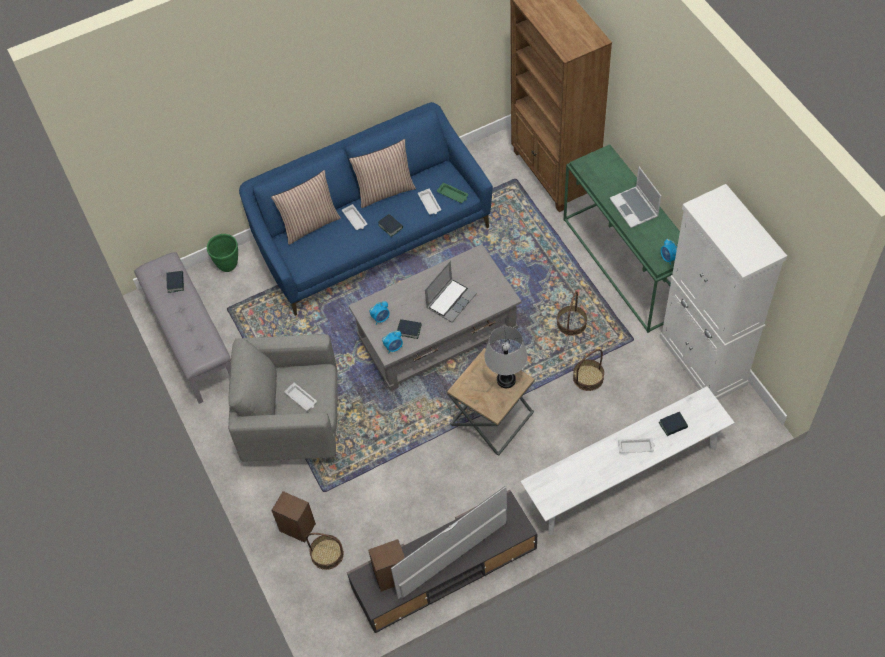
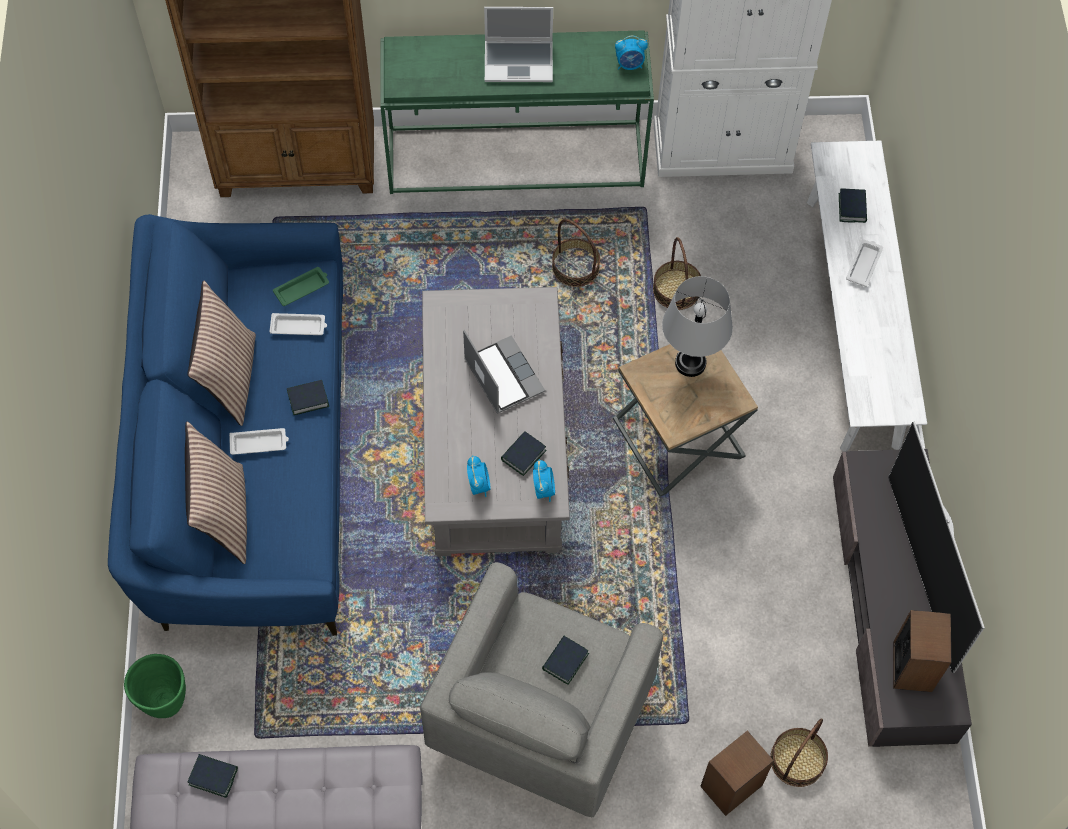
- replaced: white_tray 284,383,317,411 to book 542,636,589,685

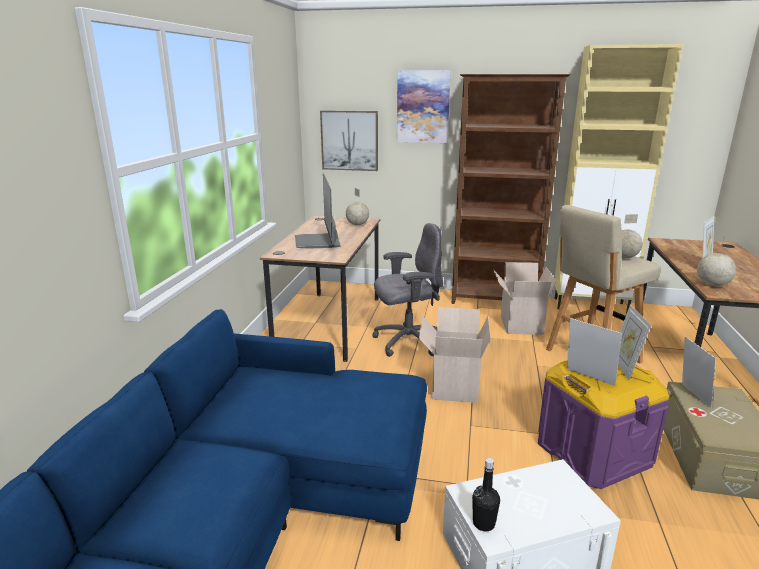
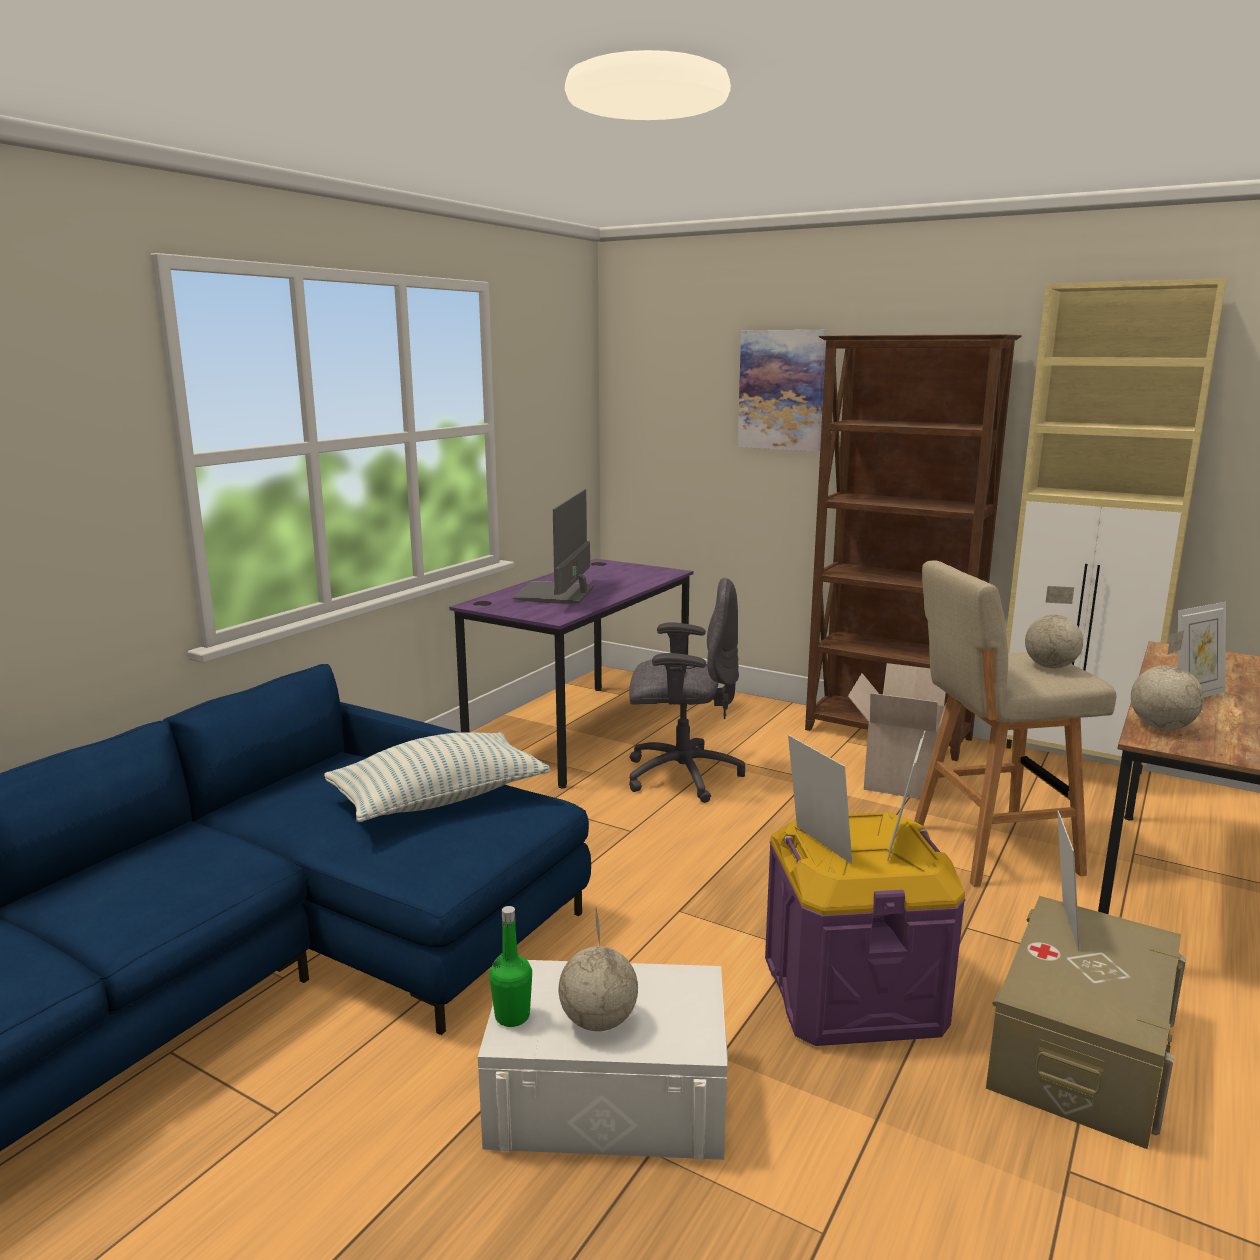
- removed: picture 320,110,378,171
- removed: cardboard_box 419,307,491,403
- added: pillow 324,732,550,822
- moved: globe 346,188,369,225 to 558,909,638,1031
- recoloured: brown_desk 260,216,380,362 to purple_desk 449,559,694,788
- recoloured: black_bottle 472,458,500,531 to green_bottle 489,906,532,1027

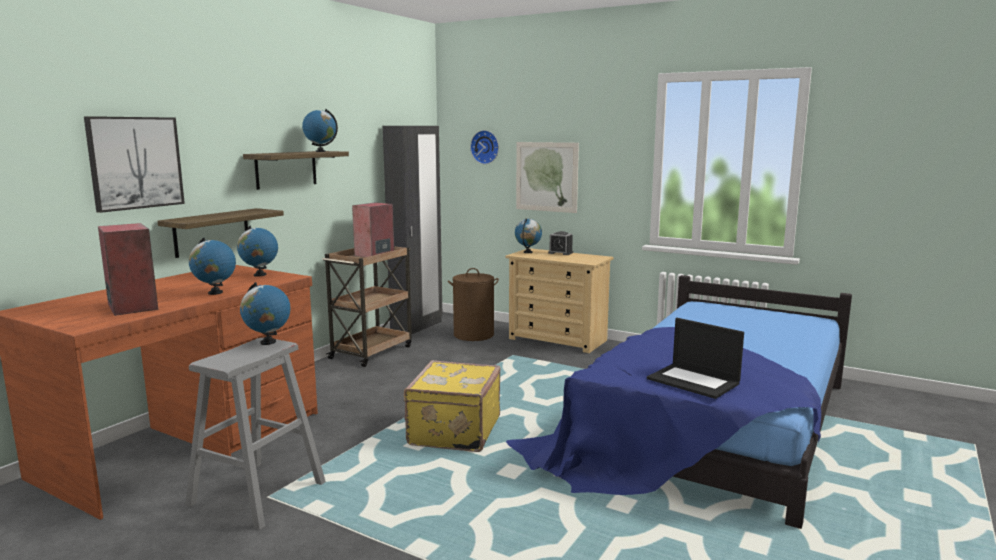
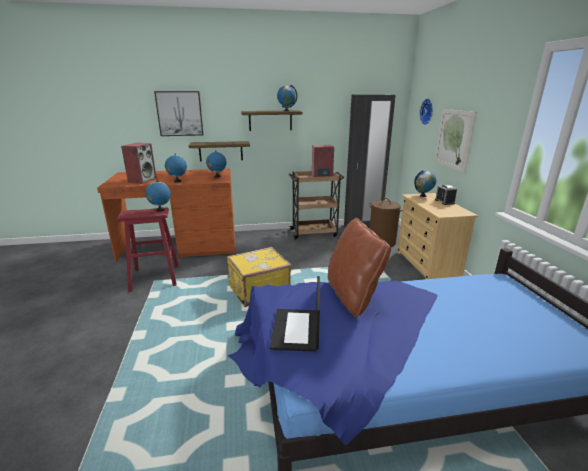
- added: brown_pillow 328,218,391,317
- recoloured: grey_stool 185,338,326,530 to red_stool 117,207,179,292

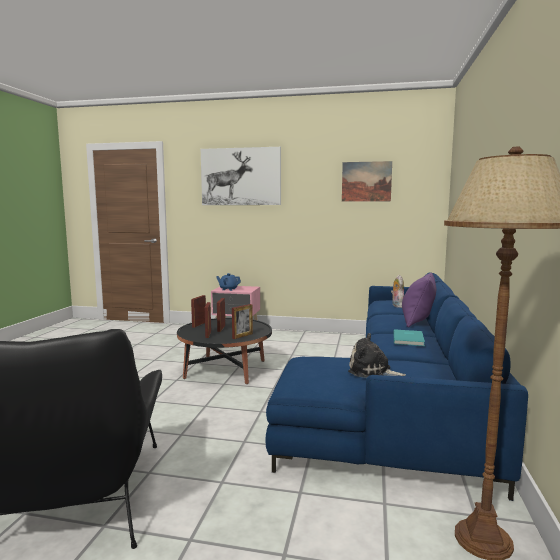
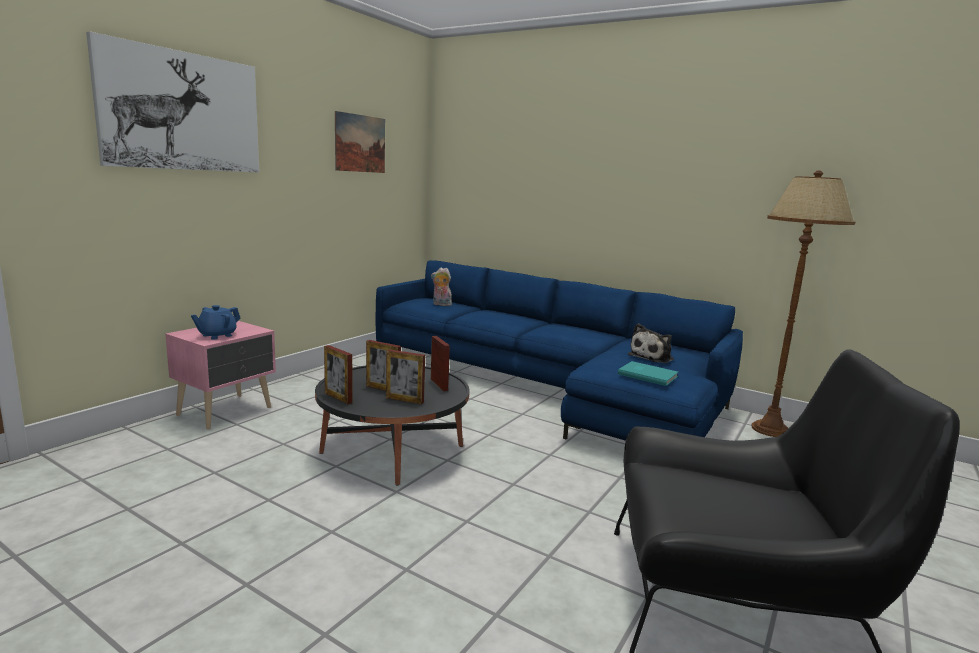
- removed: purple_pillow 402,272,436,327
- moved: turquoise_book 393,329,425,346 to 618,361,678,386

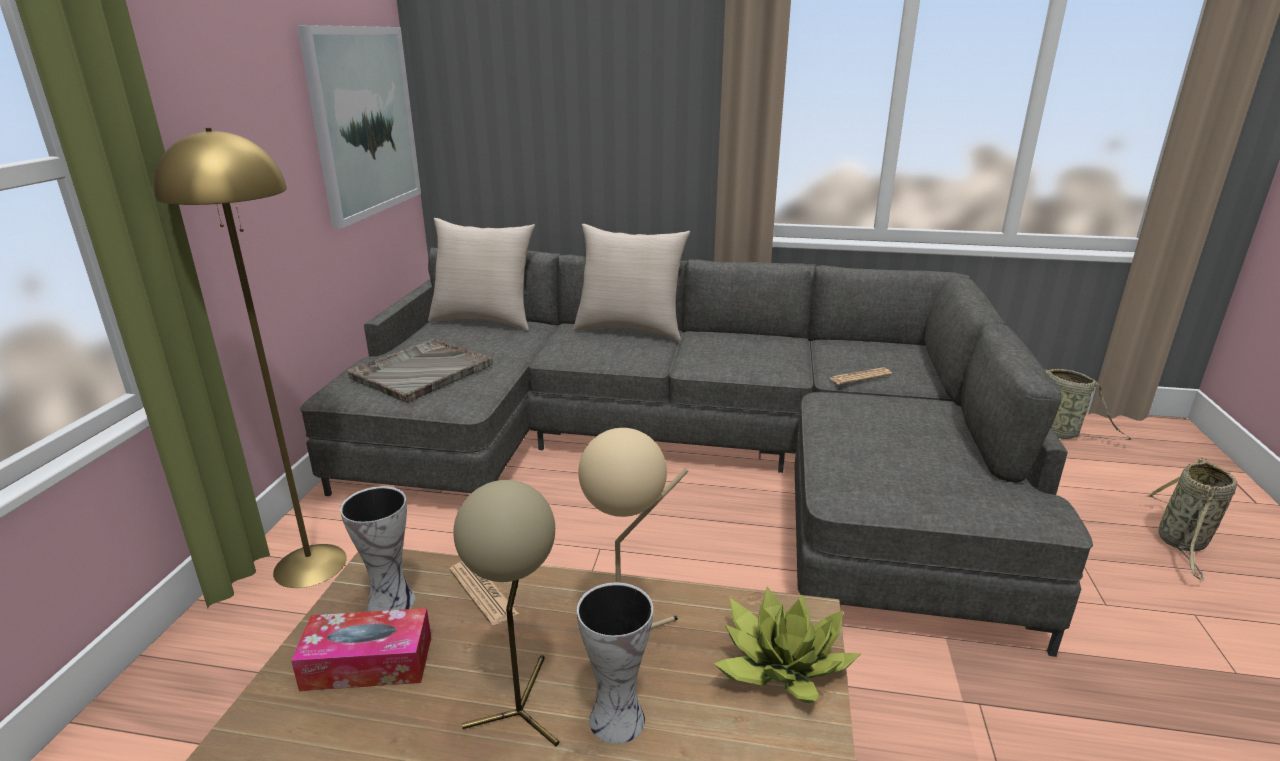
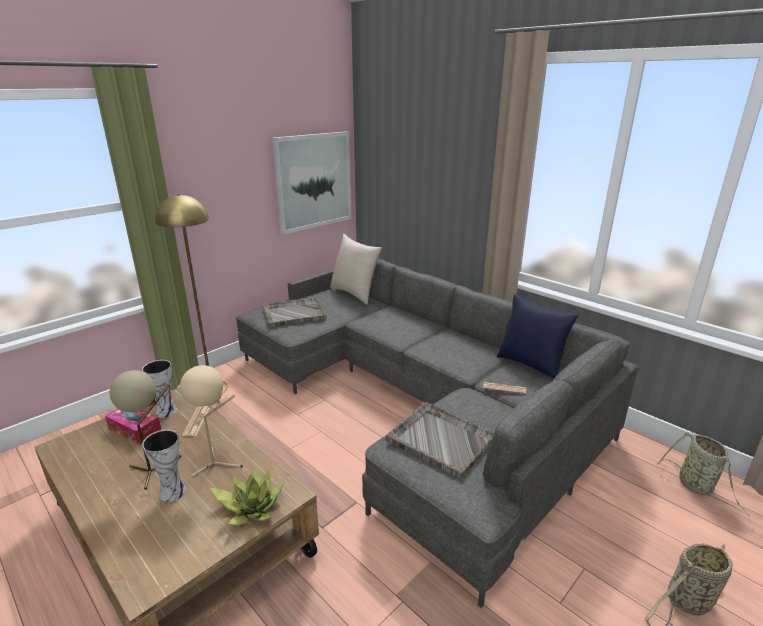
- removed: beige_pillow 573,224,690,341
- added: grey_tray 386,402,494,478
- added: blue_pillow 497,294,579,378

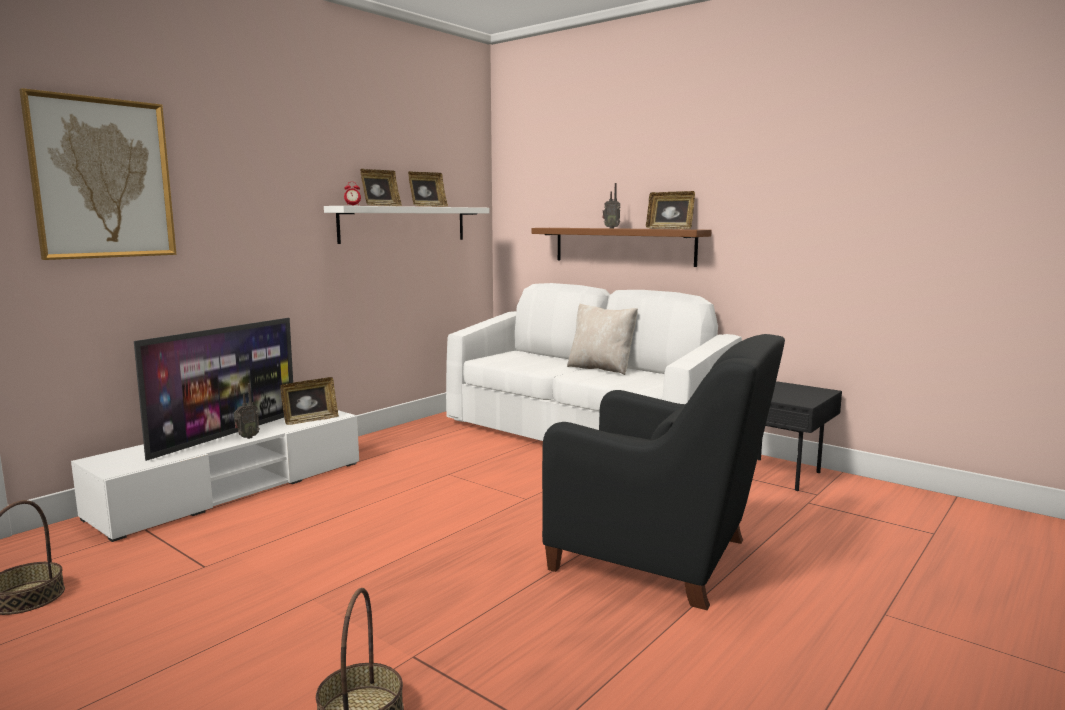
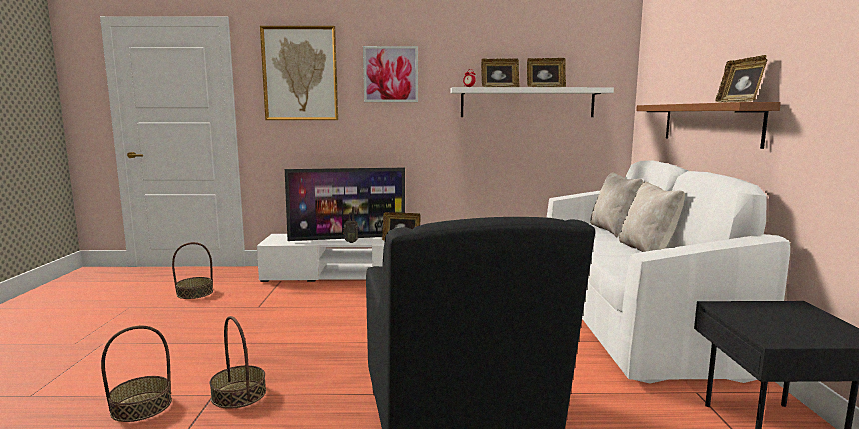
- removed: radio 603,183,620,229
- added: basket 209,316,266,409
- added: picture 363,46,418,102
- added: beige_pillow 590,172,643,237

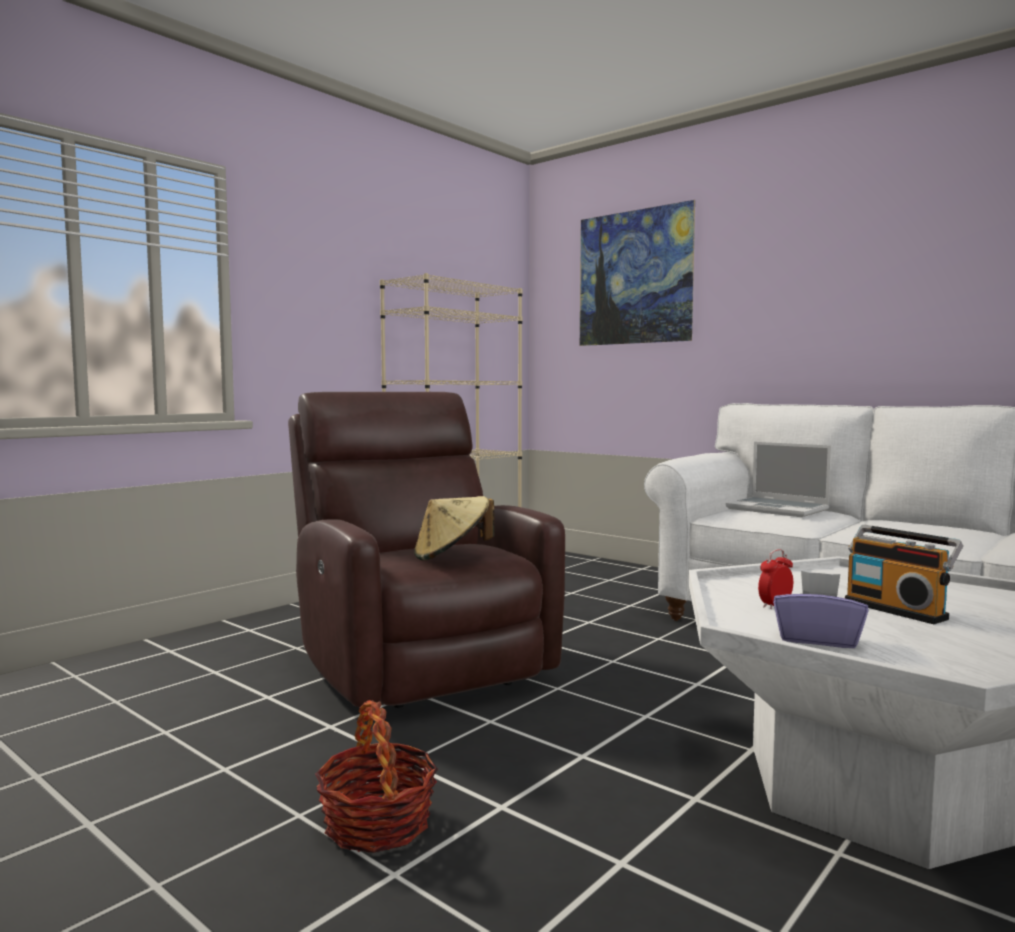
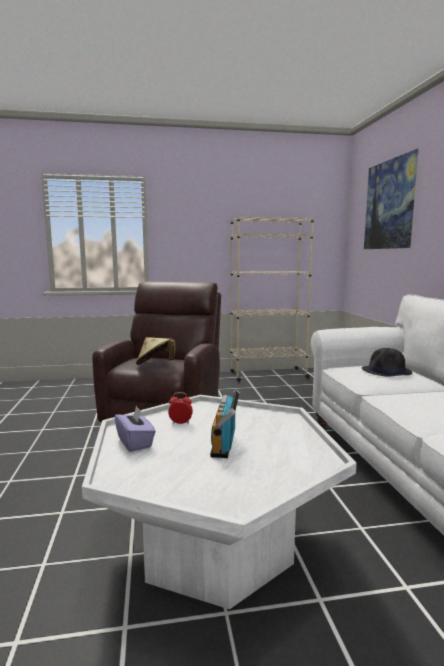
- removed: basket 315,700,438,853
- replaced: laptop 726,442,831,517 to black_hat 362,348,412,376

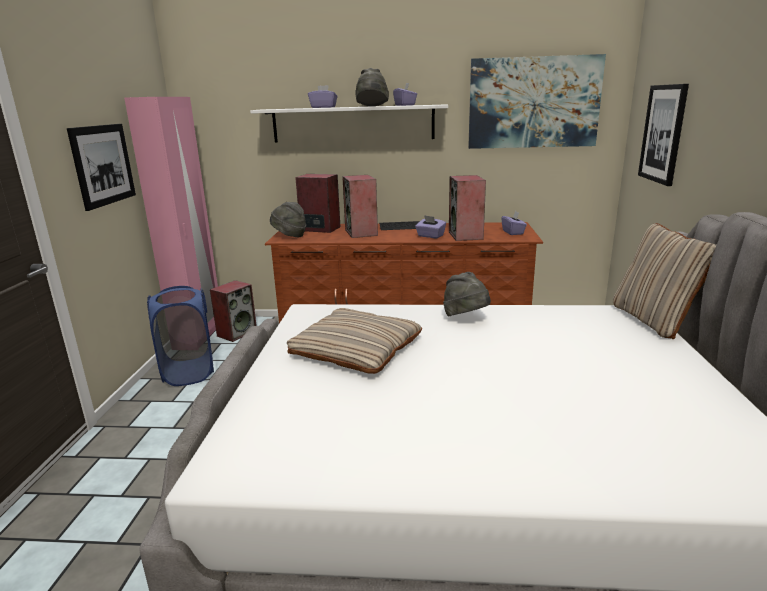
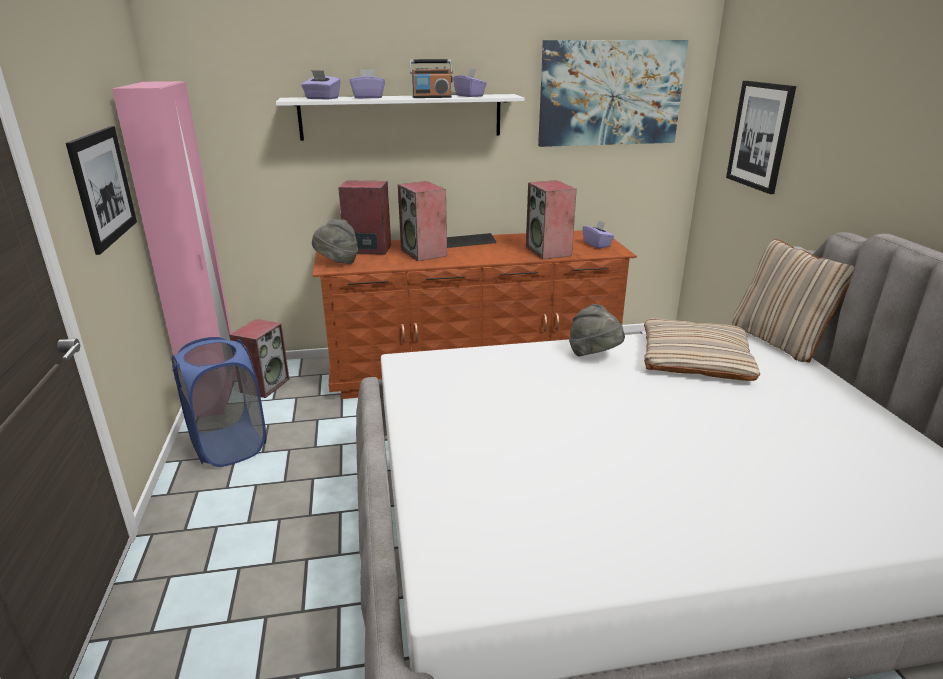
- moved: beige_pillow 287,308,422,374 to 644,318,760,381
- moved: purple_tissue_box 415,215,446,238 to 301,70,341,100
- replaced: grey_hat 355,68,389,106 to radio 410,59,453,98

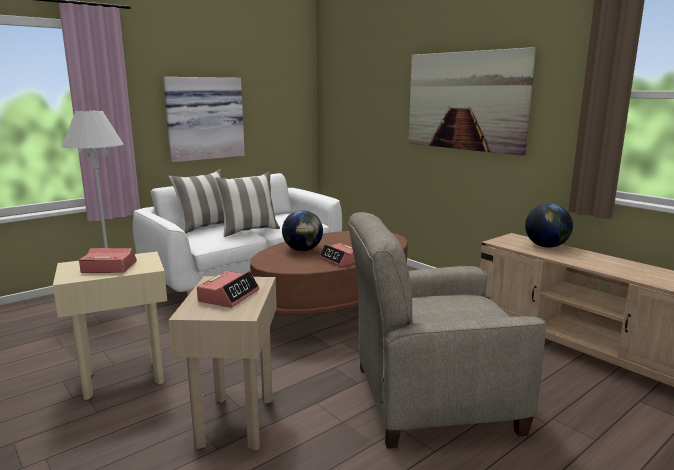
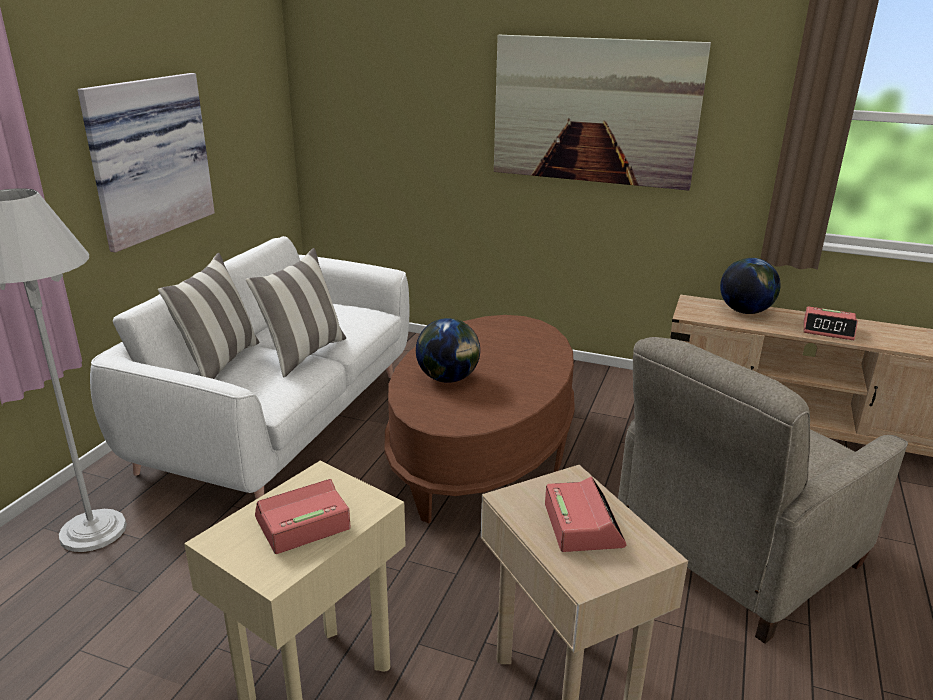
- moved: alarm_clock 319,243,355,267 to 804,306,858,340

